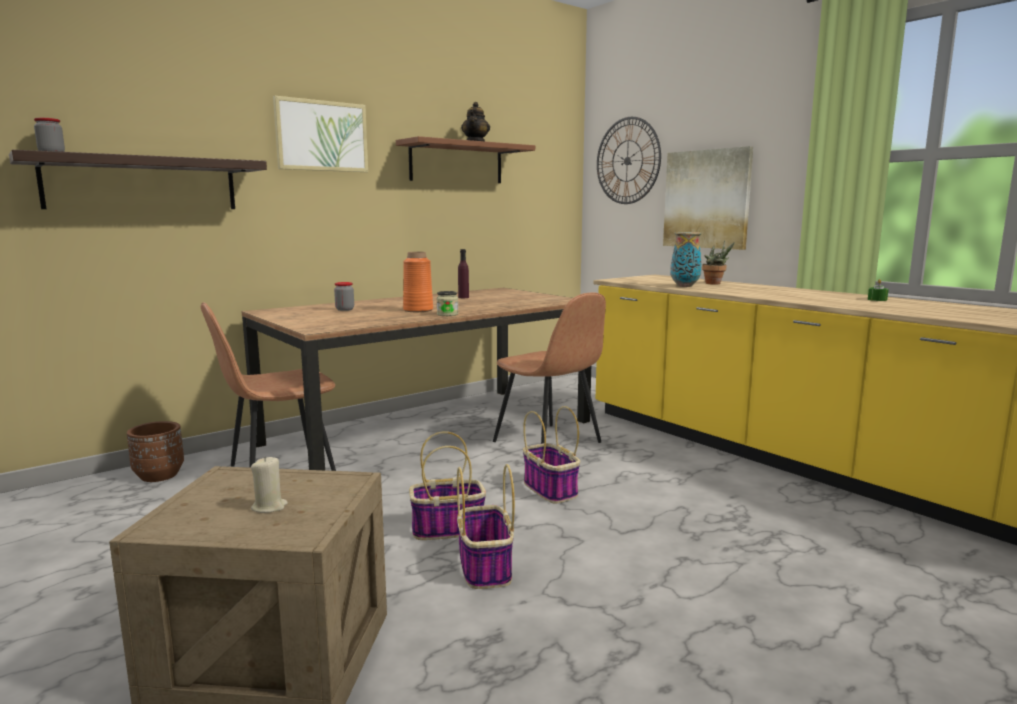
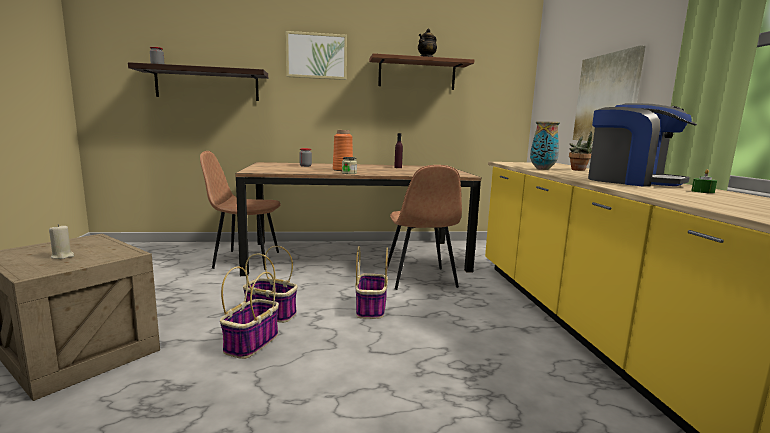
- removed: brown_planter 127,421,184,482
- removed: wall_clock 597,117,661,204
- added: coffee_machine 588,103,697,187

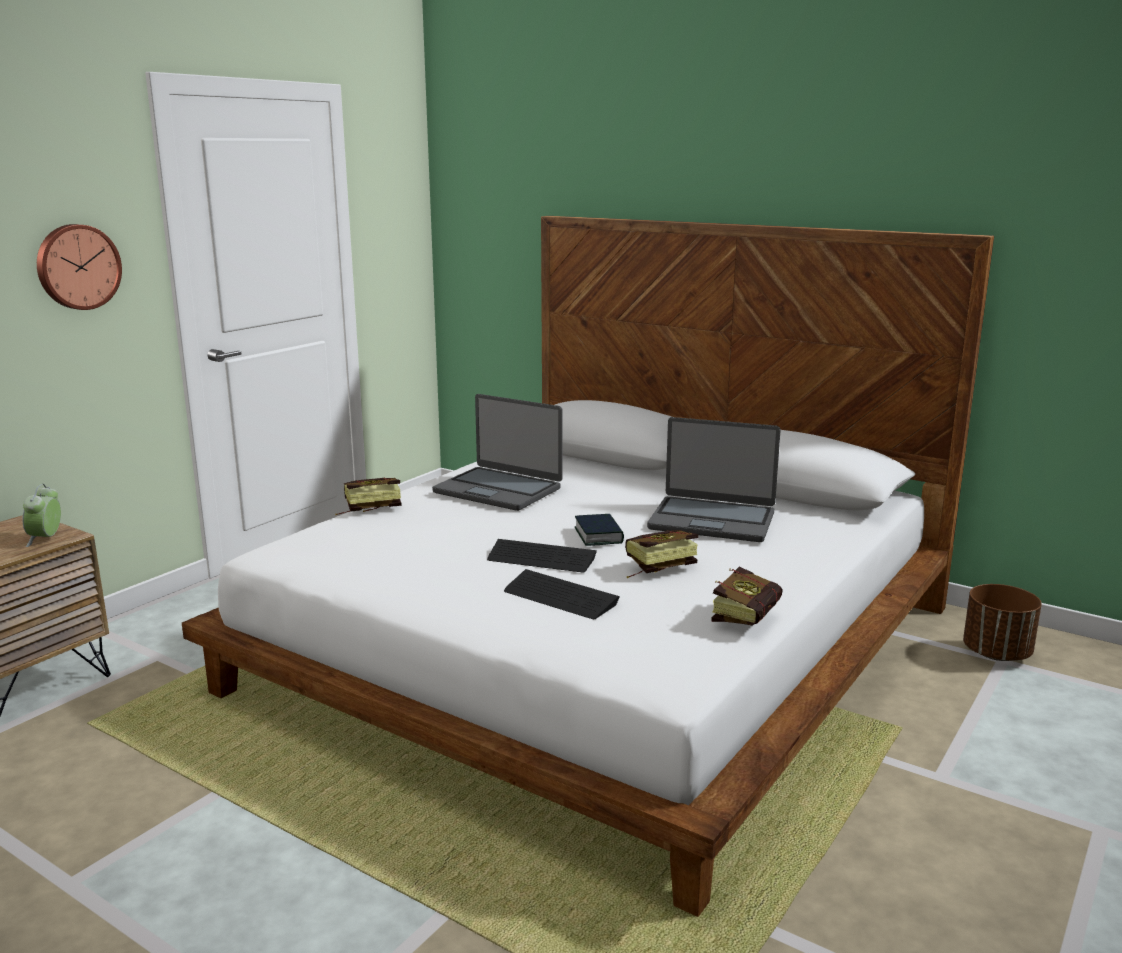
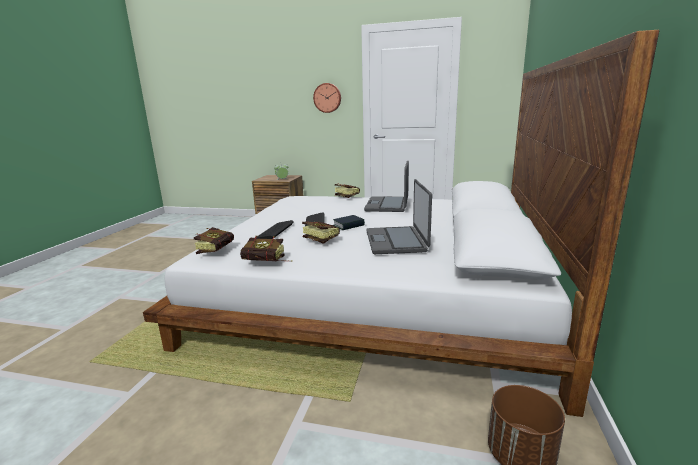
- added: book 194,227,234,254

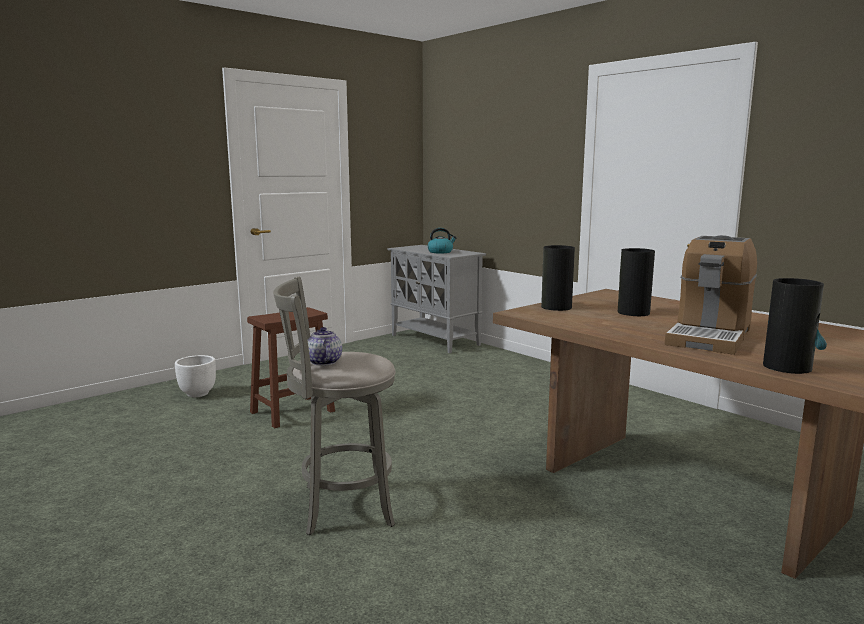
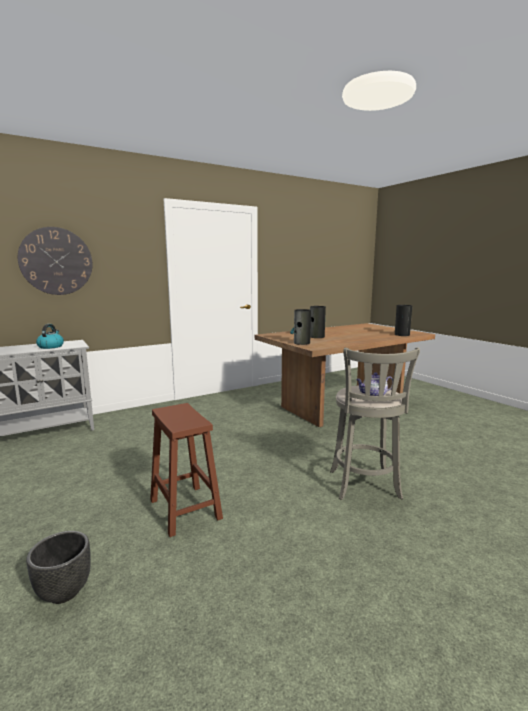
- removed: coffee_machine 665,235,757,355
- added: wall_clock 18,227,92,295
- recoloured: white_planter 175,355,216,397 to black_planter 26,531,91,604

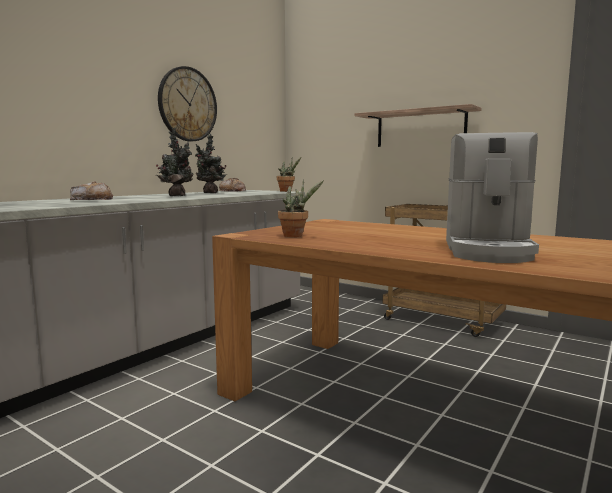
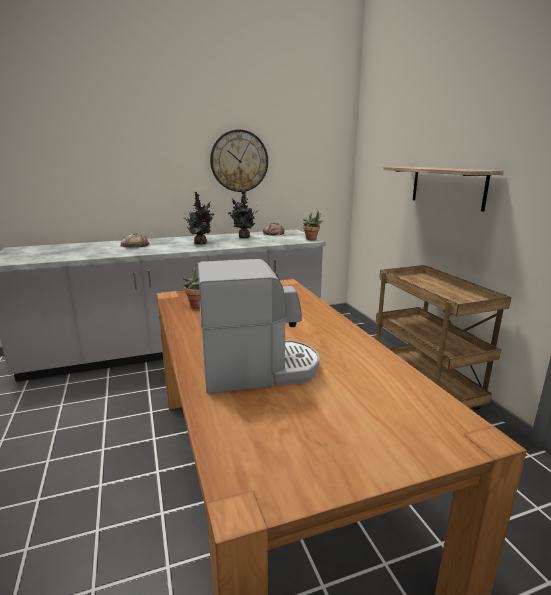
- turned: coffee_machine 446,132,539,263 = 198,259,319,394 150 degrees counterclockwise

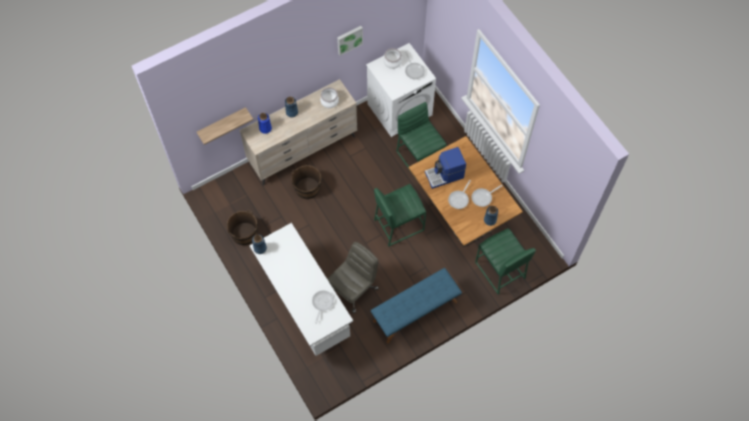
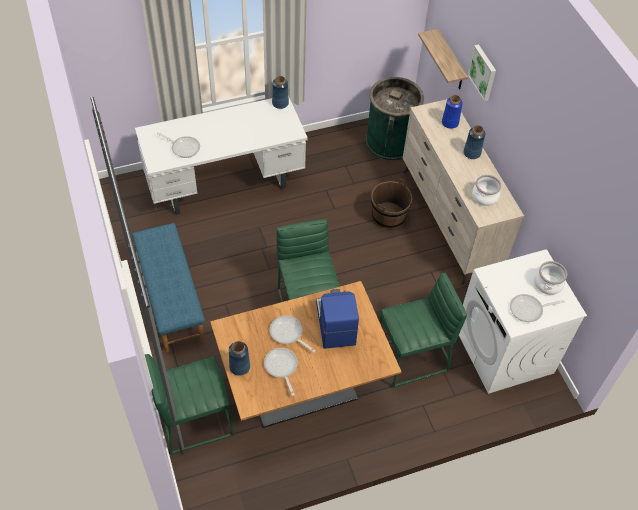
- removed: brown_bucket 227,210,257,245
- removed: grey_office_chair 327,242,379,313
- added: green_trash_can 366,77,424,161
- moved: picture 337,26,363,56 to 467,44,496,101

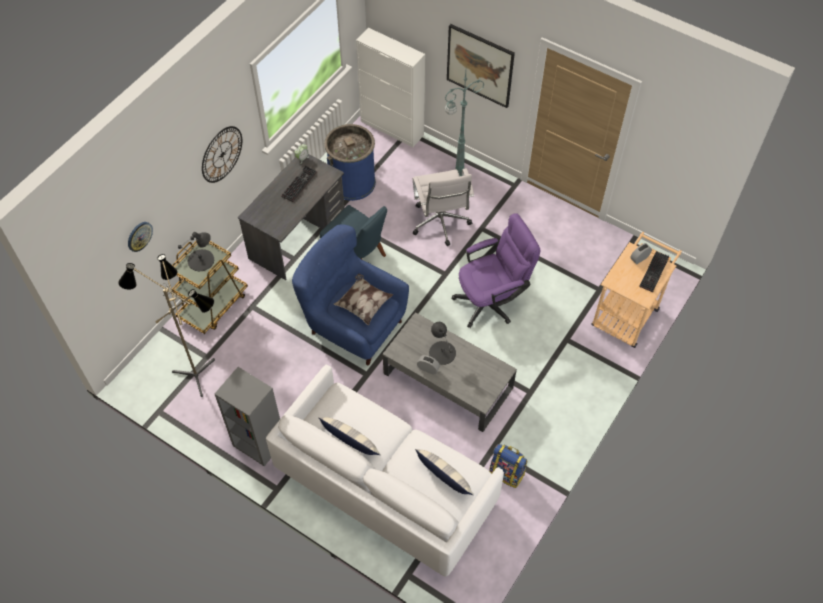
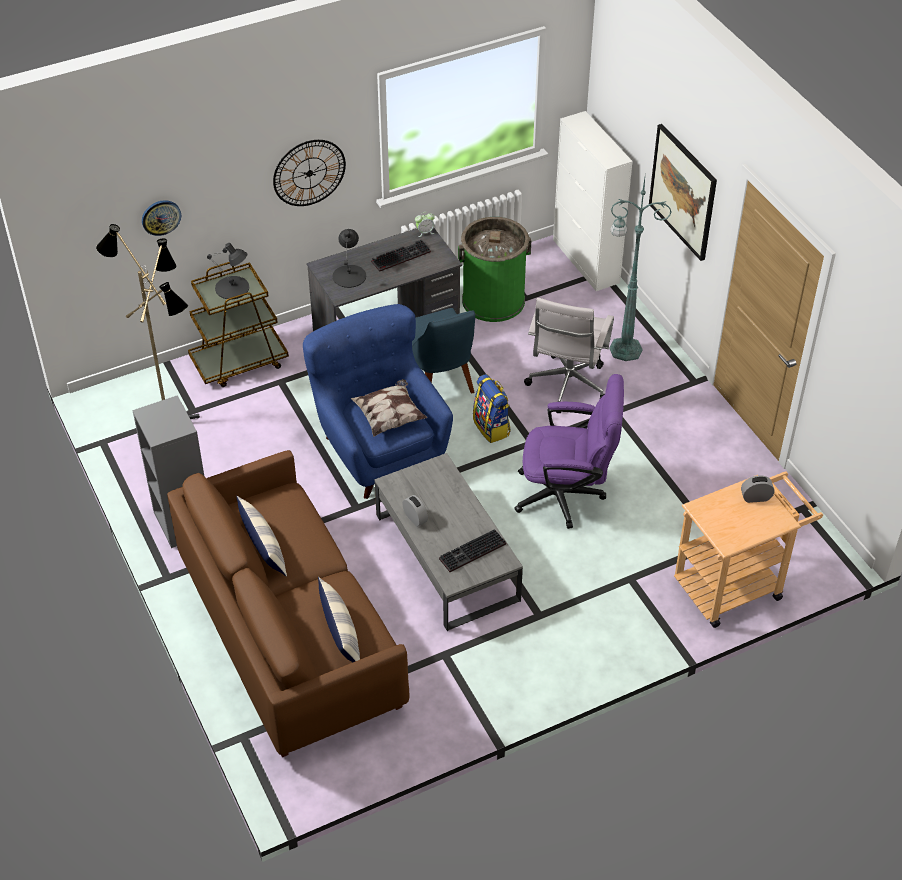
- moved: black_table_lamp 429,322,456,365 to 333,229,366,288
- moved: backpack 489,444,527,488 to 473,374,511,443
- moved: keyboard 639,251,669,292 to 439,529,506,572
- recoloured: white_sofa 266,365,504,576 to brown_sofa 167,450,409,757
- recoloured: blue_trash_can 324,124,376,201 to green_trash_can 458,217,531,322

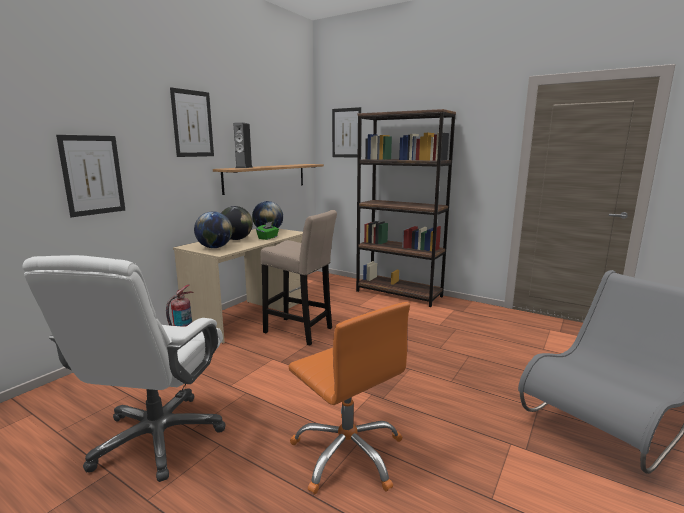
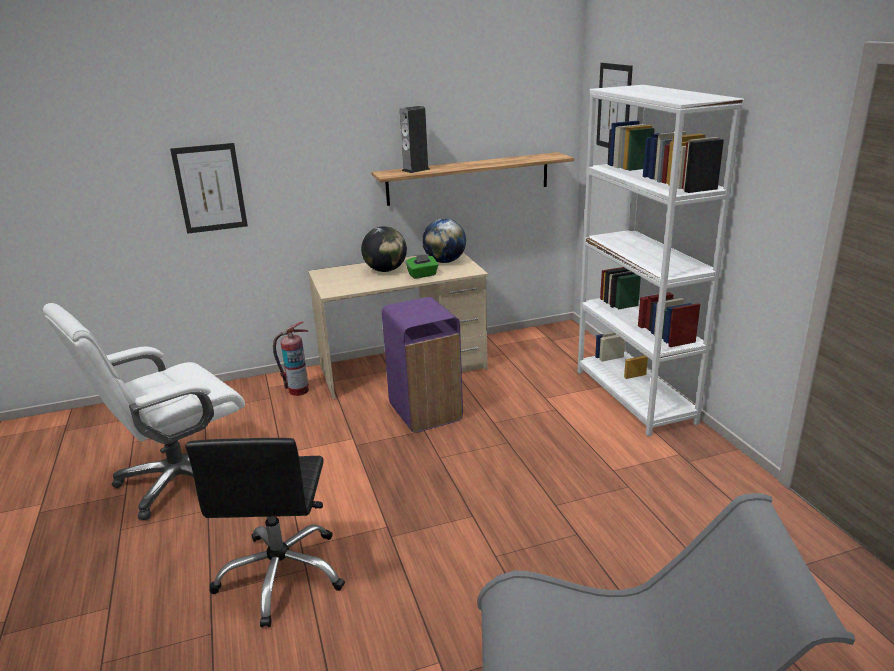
- removed: picture 170,87,214,157
- removed: globe 194,212,232,248
- replaced: beige_stool 260,210,337,346 to purple_trash_can 382,297,463,433
- recoloured: orange_office_chair 288,302,410,494 to black_office_chair 185,438,345,627
- recoloured: brown_bookcase 356,109,456,307 to white_bookcase 577,85,744,436

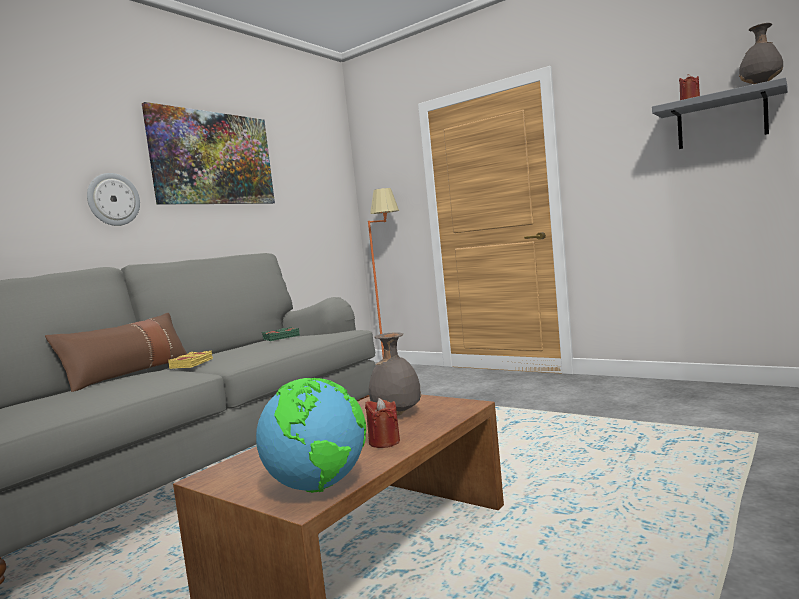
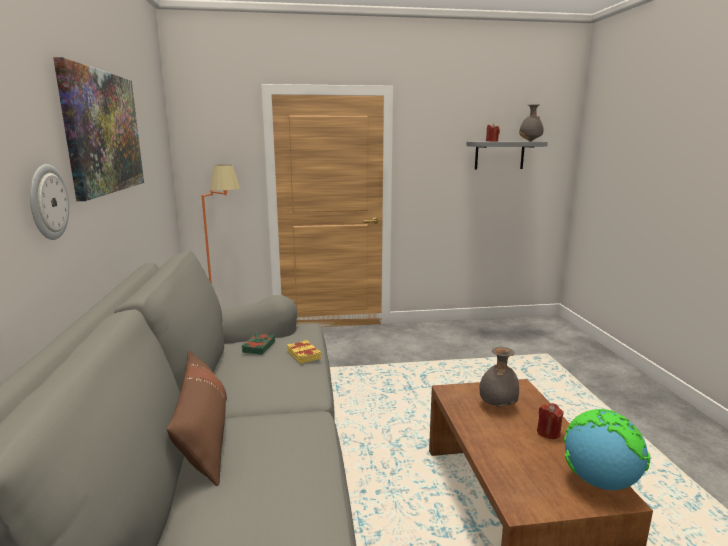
- moved: yellow_book 168,351,213,369 to 287,340,321,364

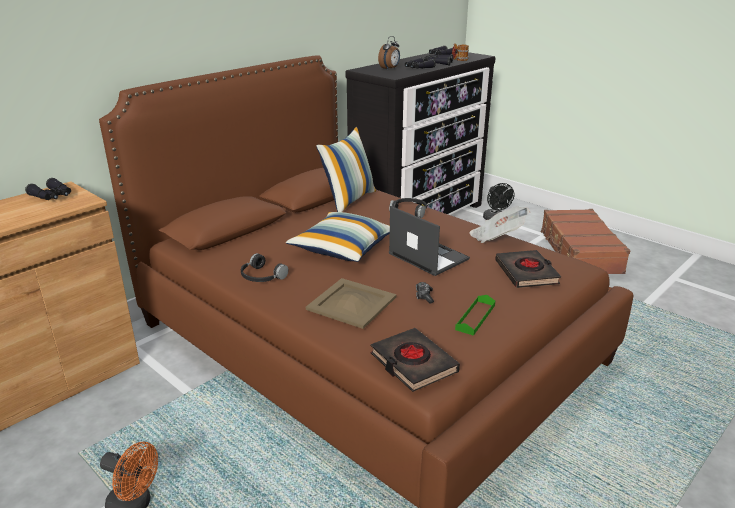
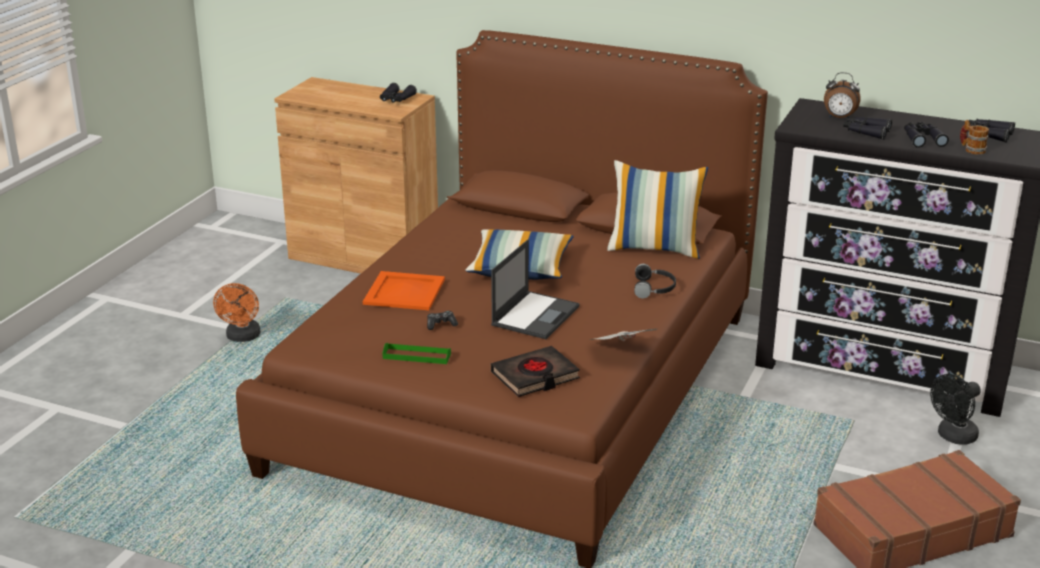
- removed: black_headphones 241,253,288,282
- removed: black_book 371,328,460,392
- recoloured: beige_tray 306,278,396,329 to orange_tray 363,271,445,310

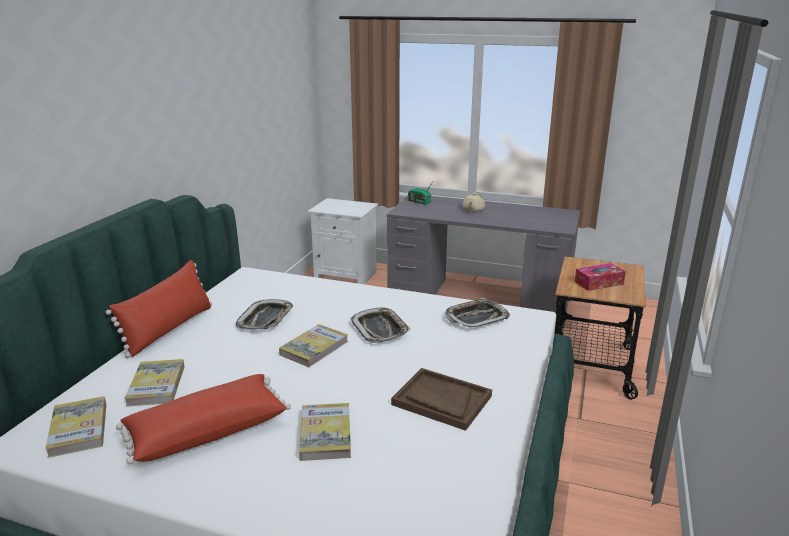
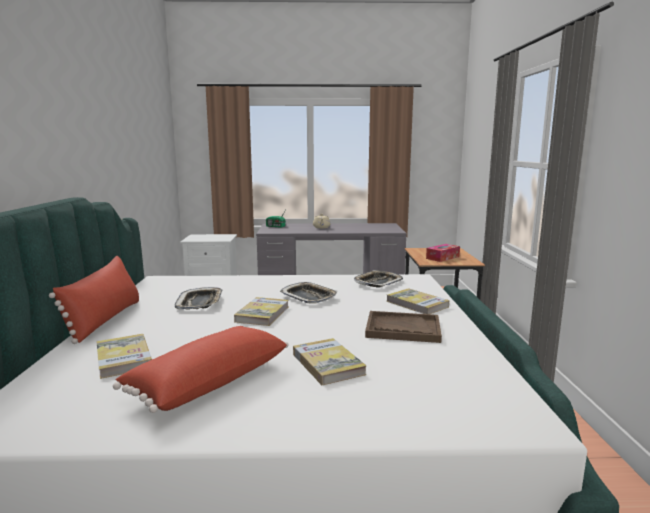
- moved: book 45,396,106,458 to 386,288,449,314

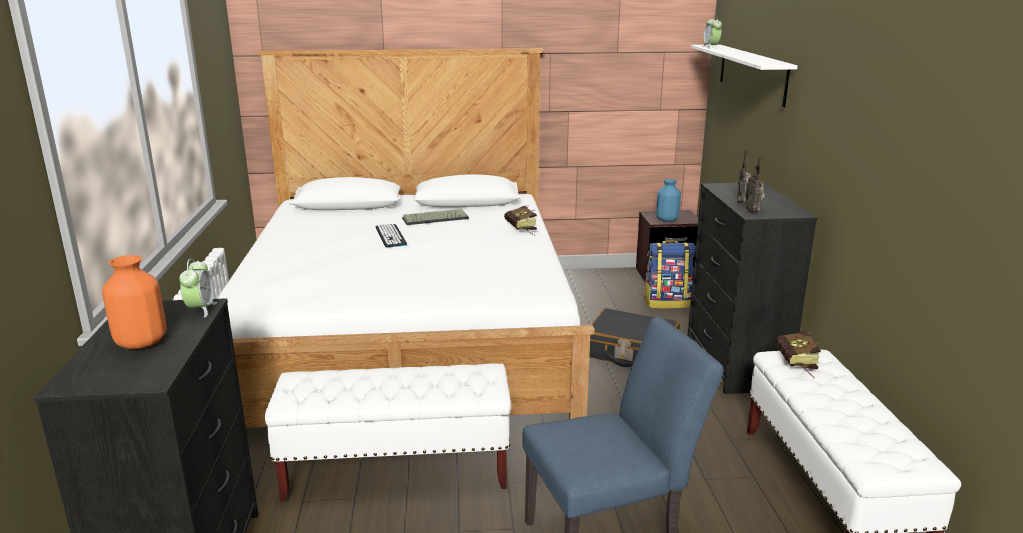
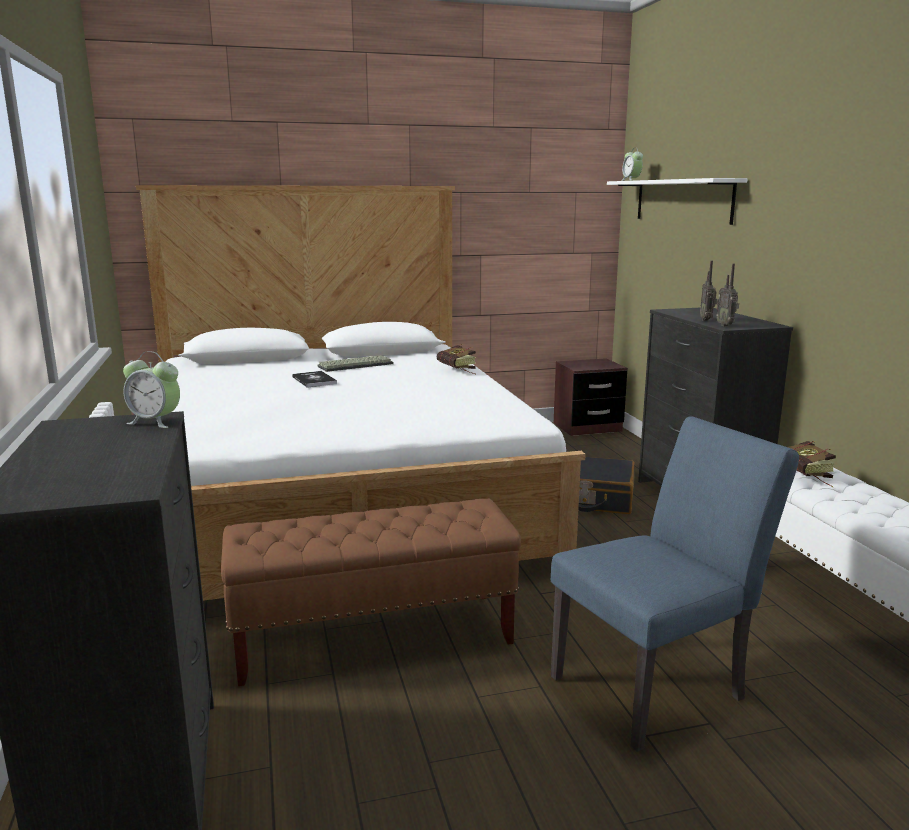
- removed: orange_vase 102,255,167,349
- removed: backpack 644,240,696,309
- removed: blue_vase 656,179,681,222
- replaced: keyboard 375,223,407,247 to book 292,371,337,388
- recoloured: white_bench 265,364,511,501 to brown_bench 221,498,521,686
- turned: alarm_clock 179,258,217,317 = 123,351,180,428 120 degrees clockwise

